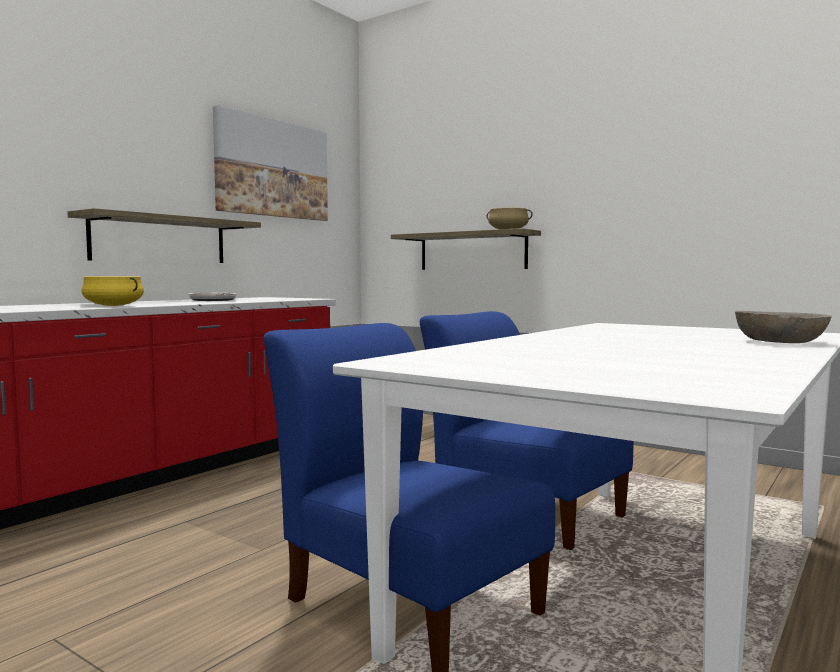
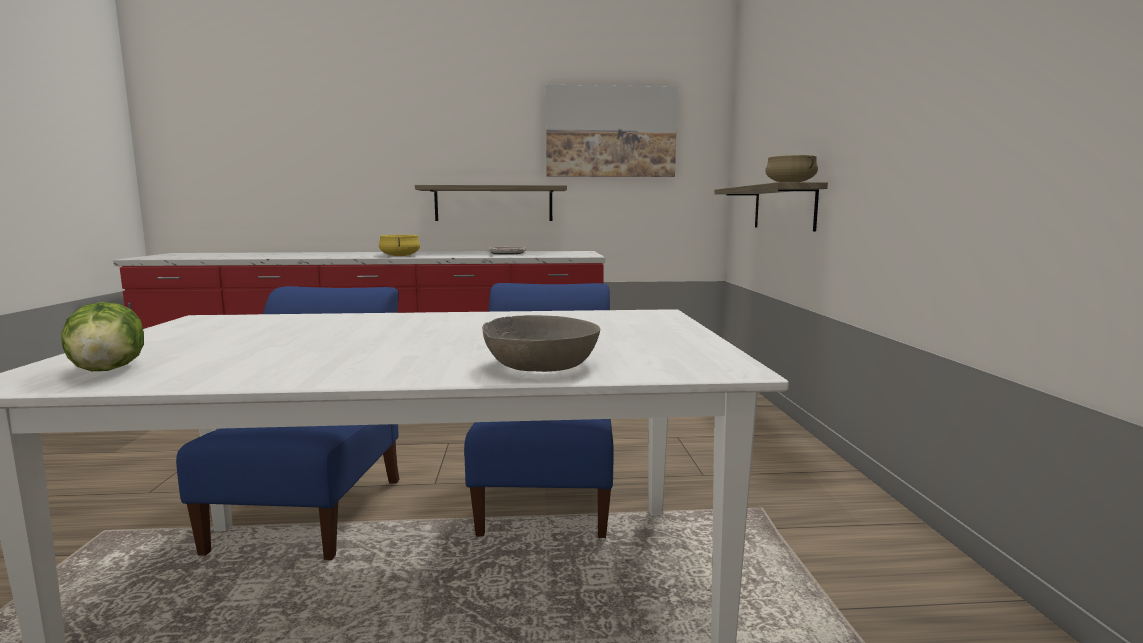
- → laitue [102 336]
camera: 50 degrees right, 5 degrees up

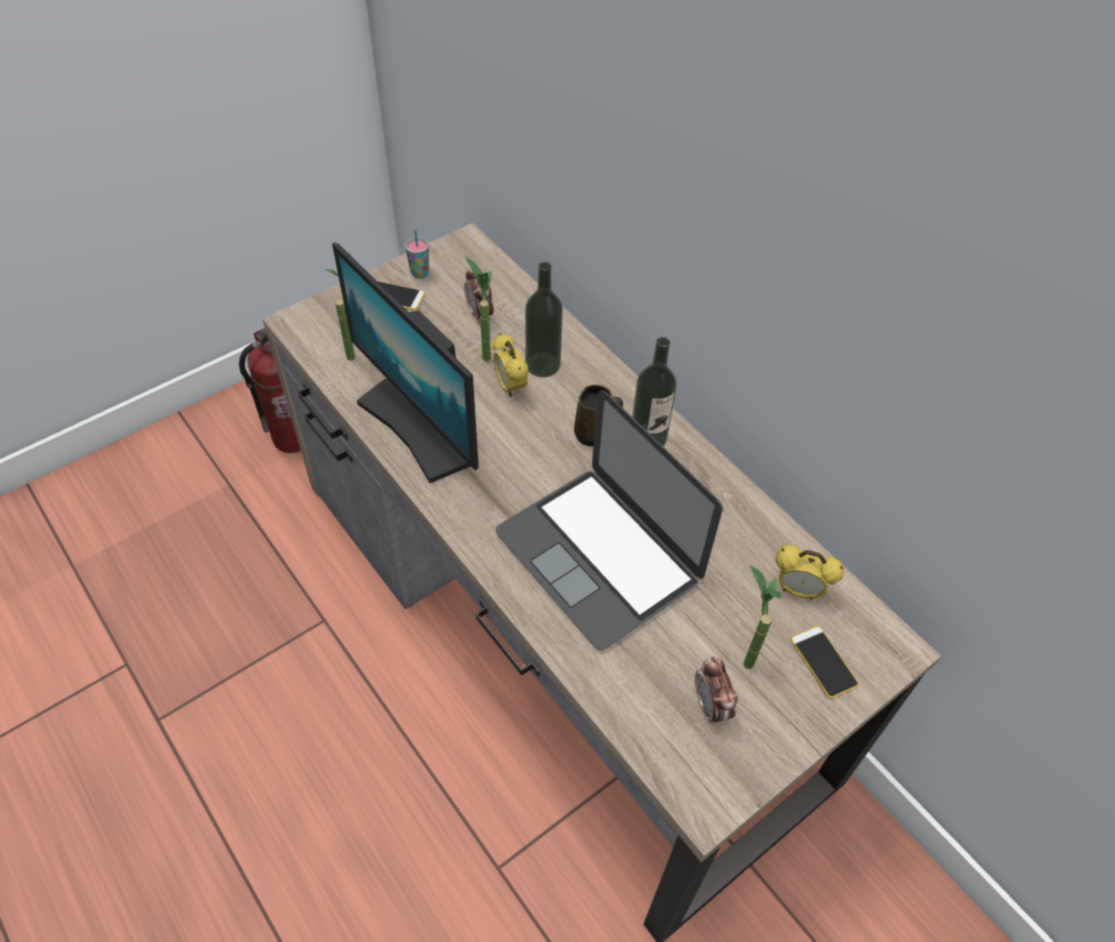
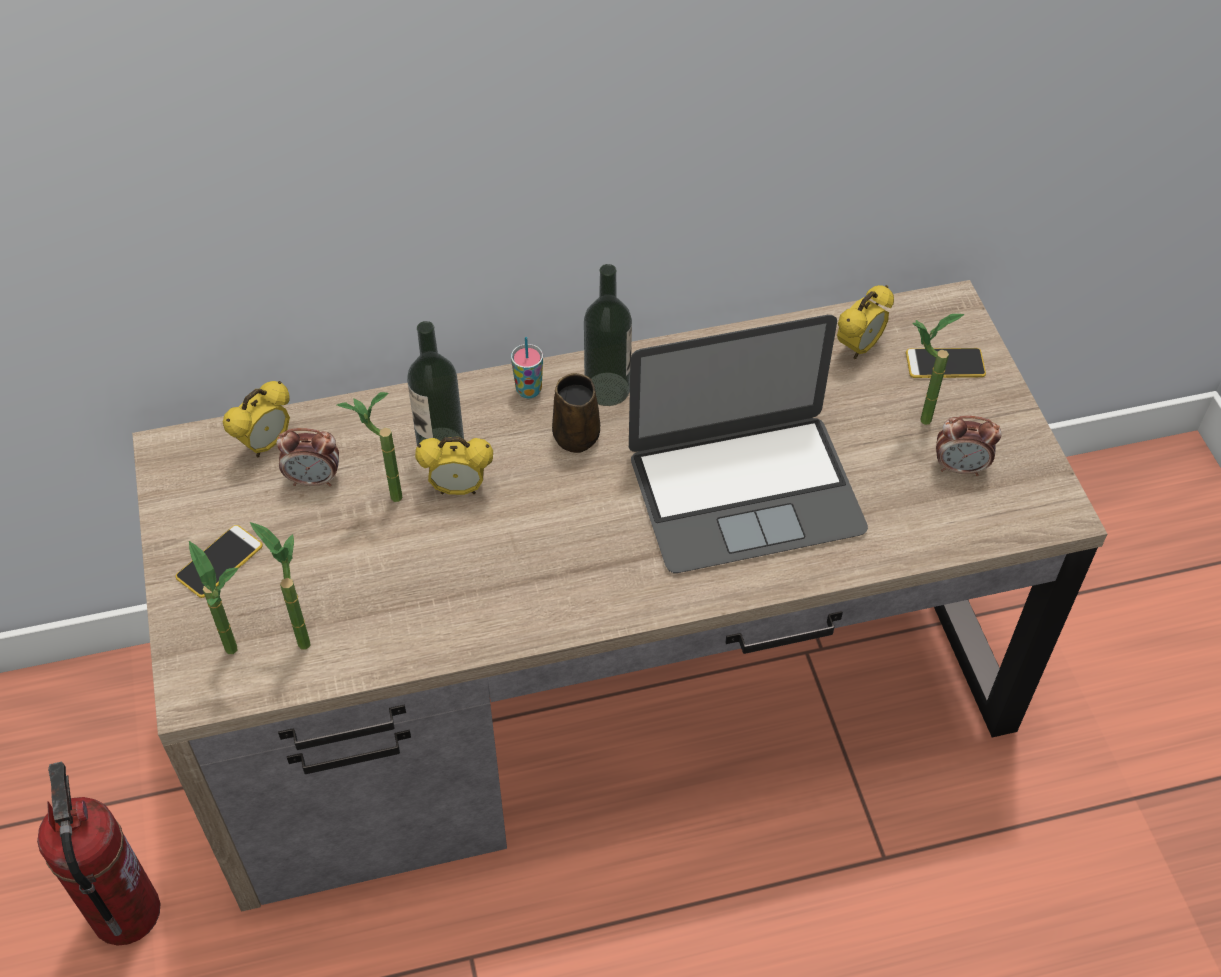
écran d'ordinateur [405 362] → -
tasse [417 254] → tasse [527 367], moved
- → plante en pot [214 597]
- → réveil [256 419]
camera: 65 degrees left, 0 degrees up

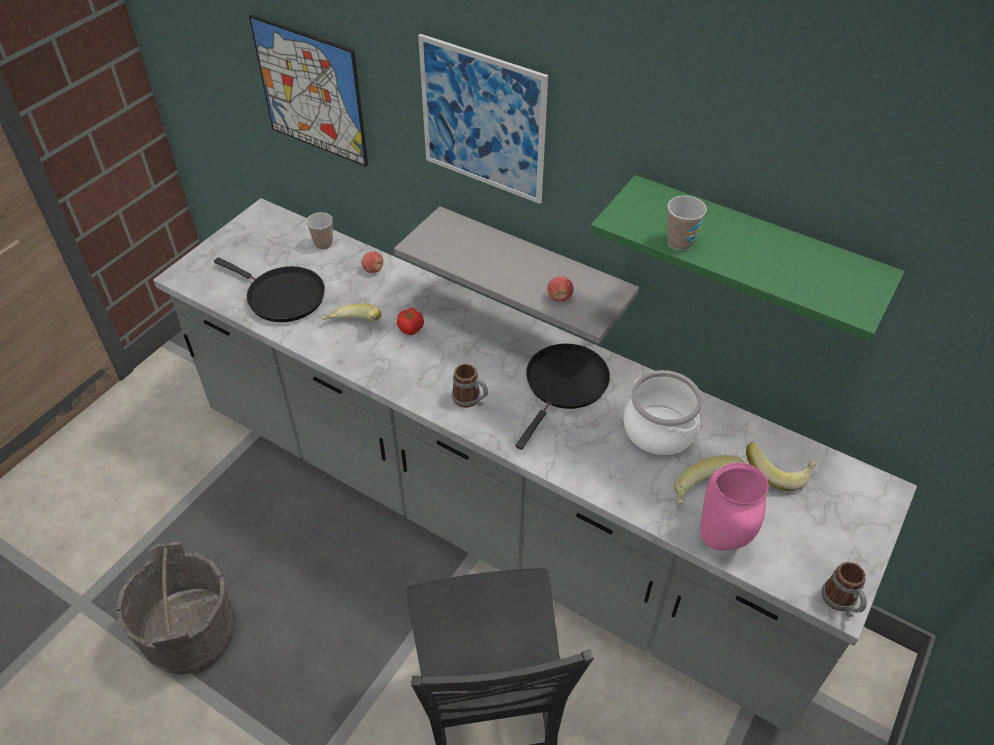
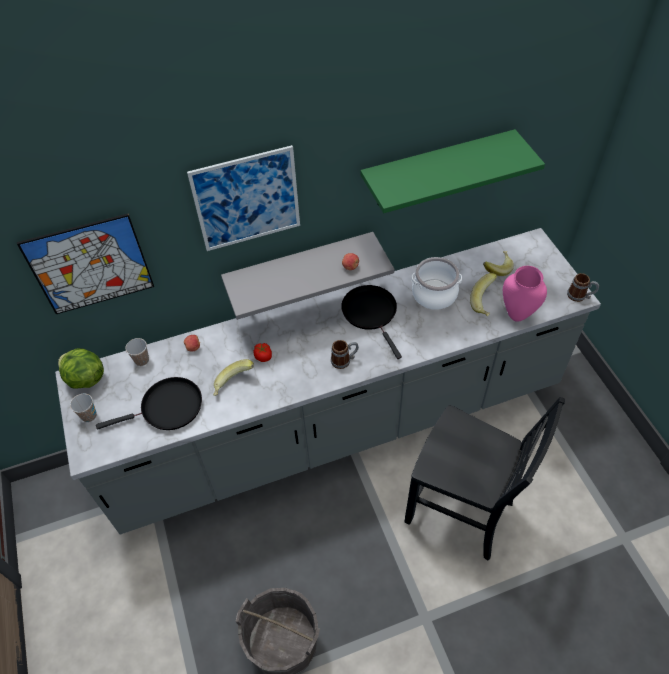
tasse [687 223] → tasse [83 407], moved
- → laitue [81 368]
camera: 50 degrees left, 5 degrees up

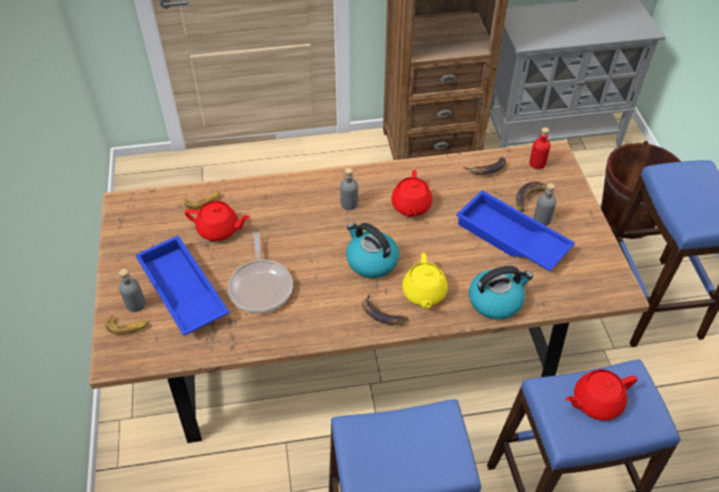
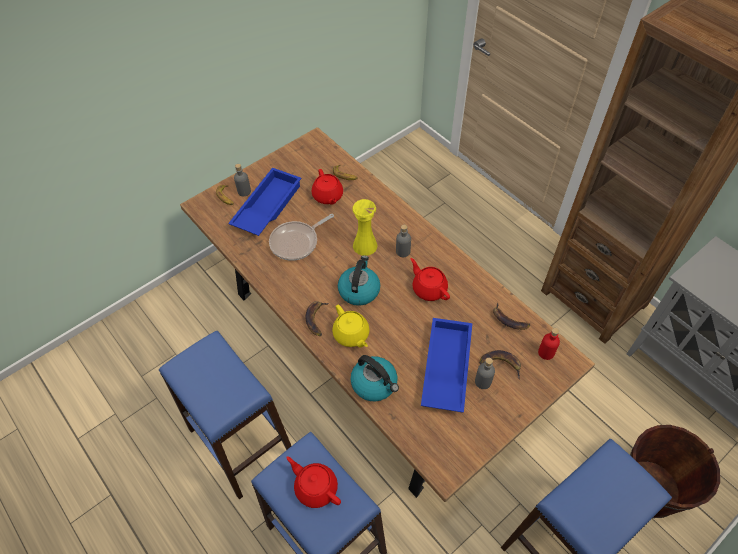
théière [rouge] [412 193] → théière [rouge] [430 279], 75 degrees clockwise
théière [jaune] [425 281] → théière [jaune] [351 326], 90 degrees counterclockwise
- → vase [jaune] [365 227]
camera: 60 degrees right, 5 degrees up

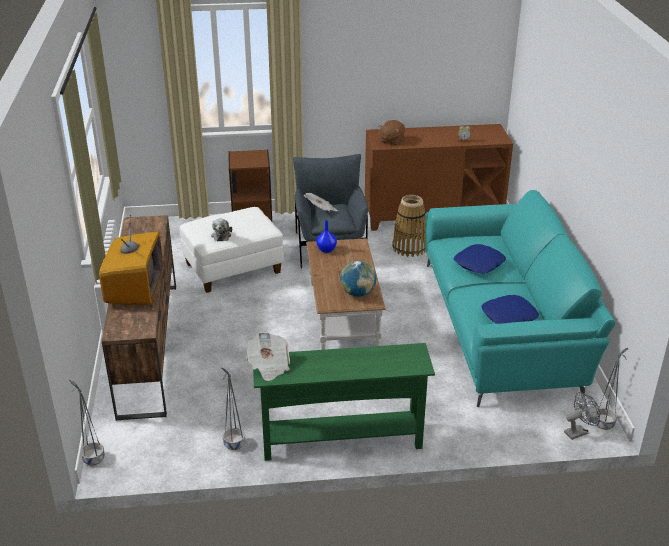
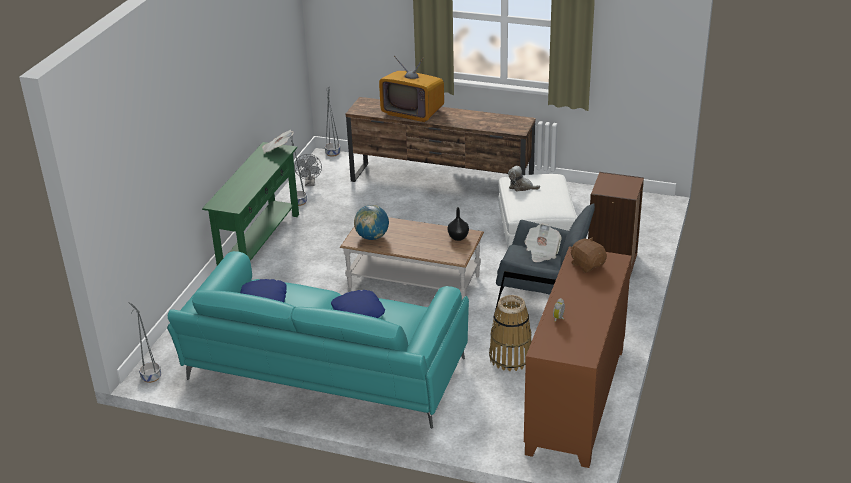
vase [bleu] [326 236] → vase [noir] [458 224]
ventilateur [gris] [582 416] → ventilateur [gris] [308 170], moved
camera: 115 degrees right, 0 degrees up

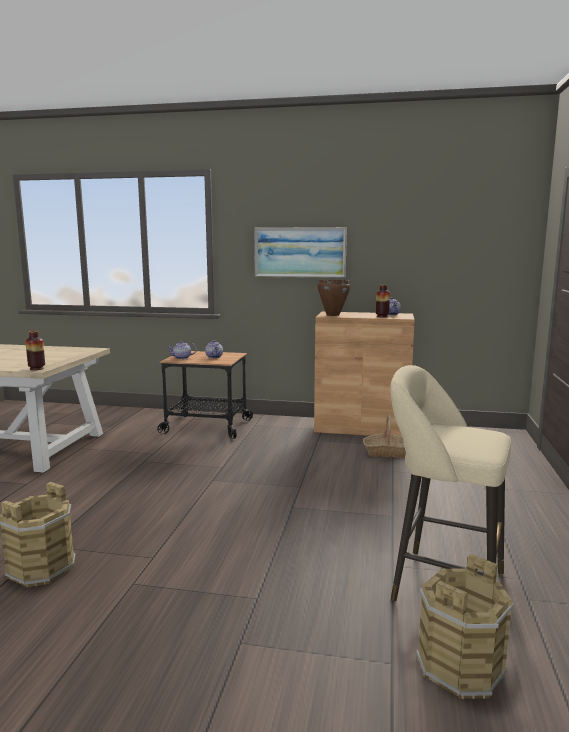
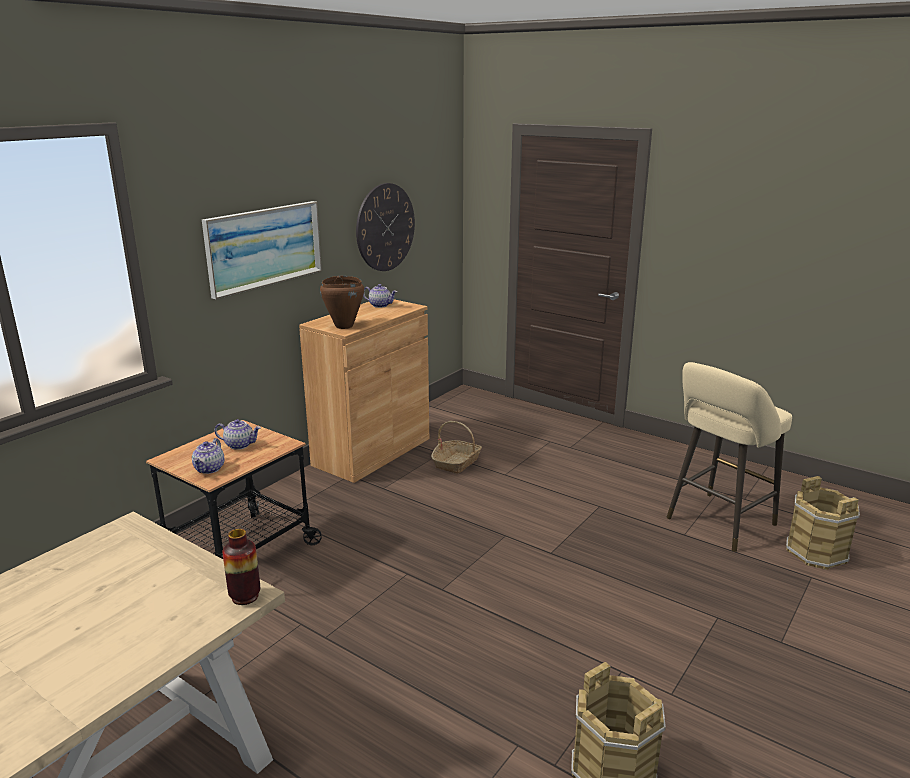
vase [383 301] → -
- → horloge murale [385 227]
camera: 65 degrees left, 10 degrees up

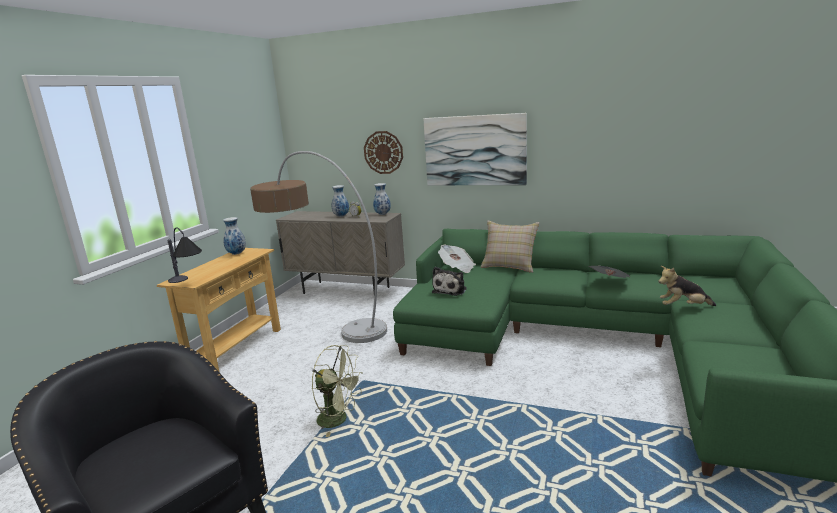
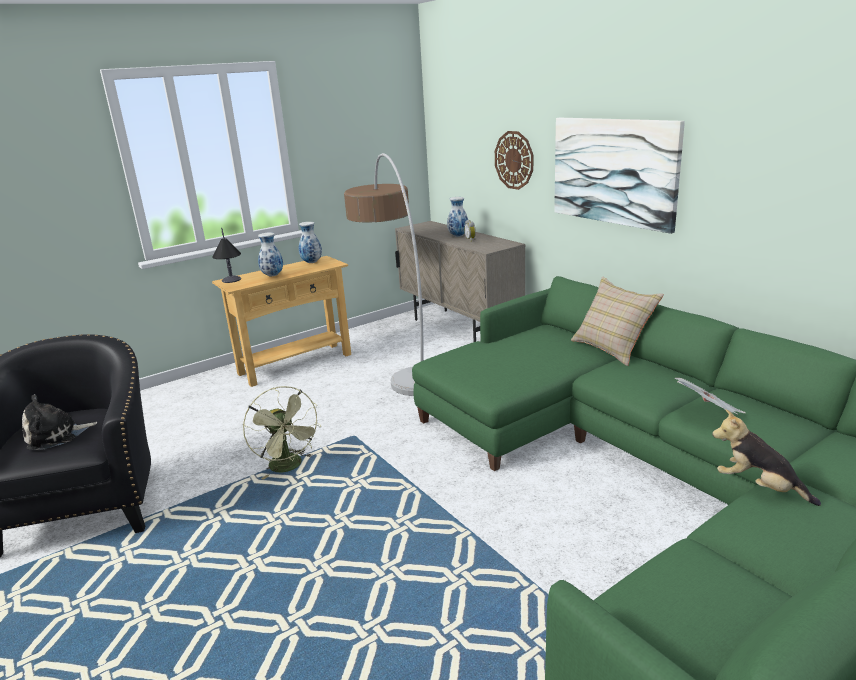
vase [382 199] → vase [270 254], moved
peluche [449 281] → peluche [60 422], moved
journal [457 259] → -
camera: 35 degrees right, 5 degrees up

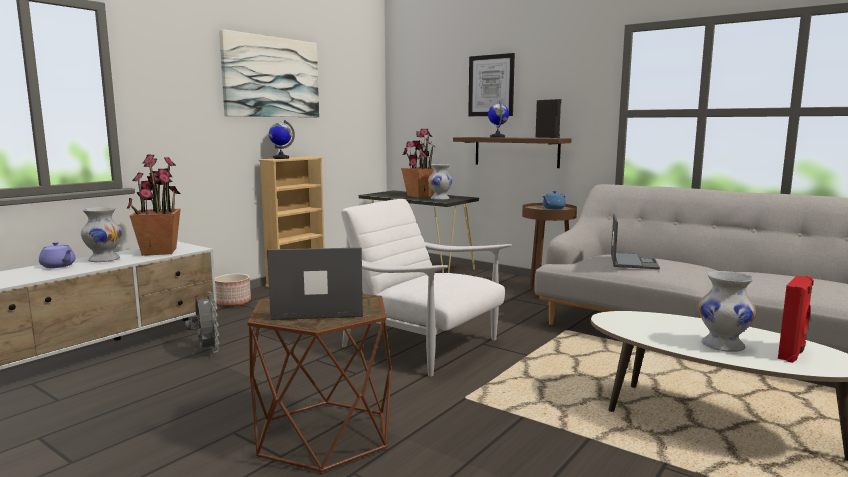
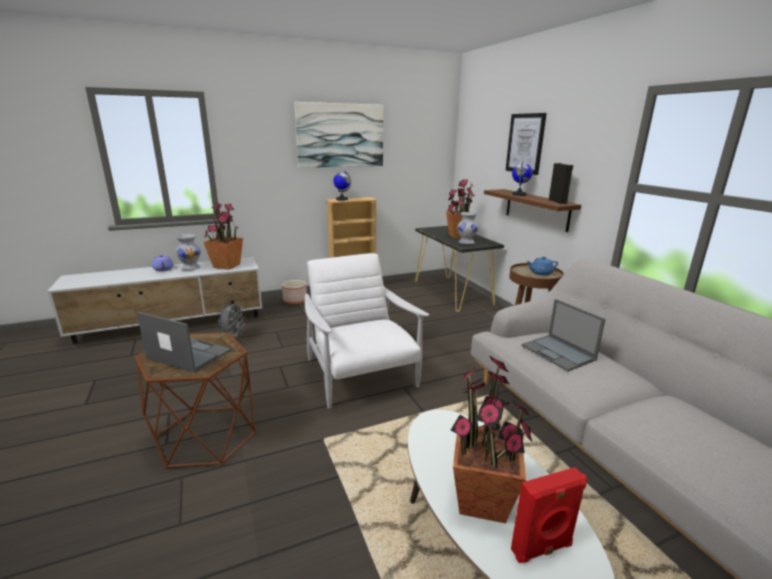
ordinateur portable [635 241] → ordinateur portable [563 335], 105 degrees clockwise
vase [blanc] [727 311] → plante en pot [492 439]
camera: 30 degrees right, 10 degrees up

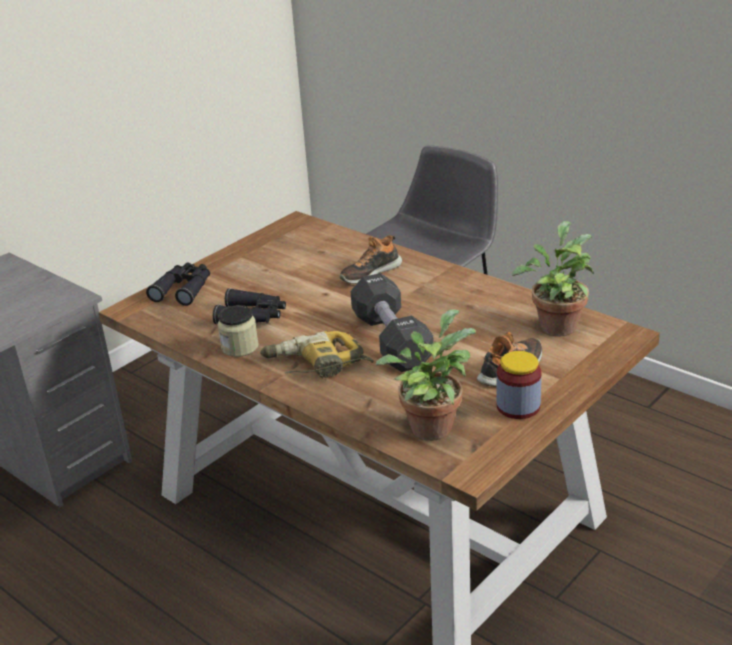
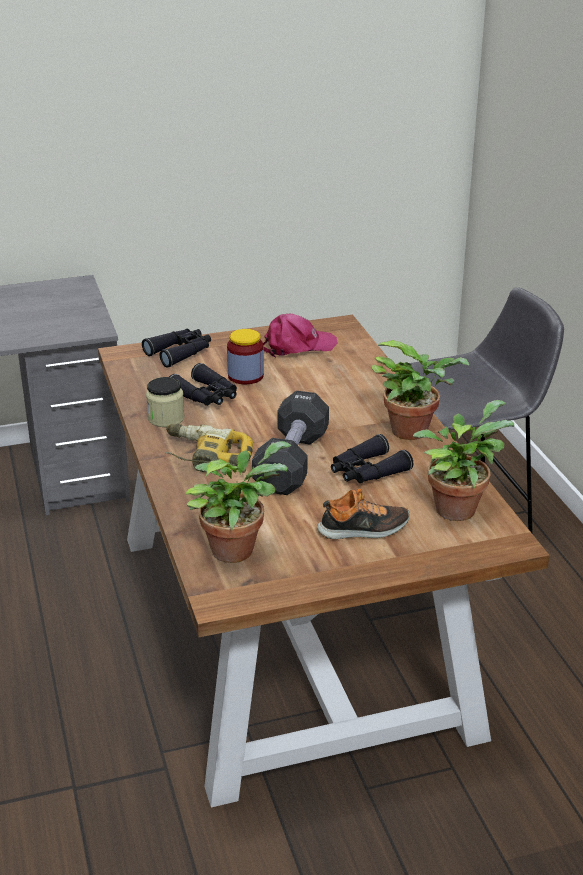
chaussure [371 259] → -
bocal [519 385] → bocal [245 356], moved
- → casquette [rose] [300 335]
- → jumelles [noir] [372 458]
- → plante en pot [420 390]
camera: 30 degrees right, 0 degrees up

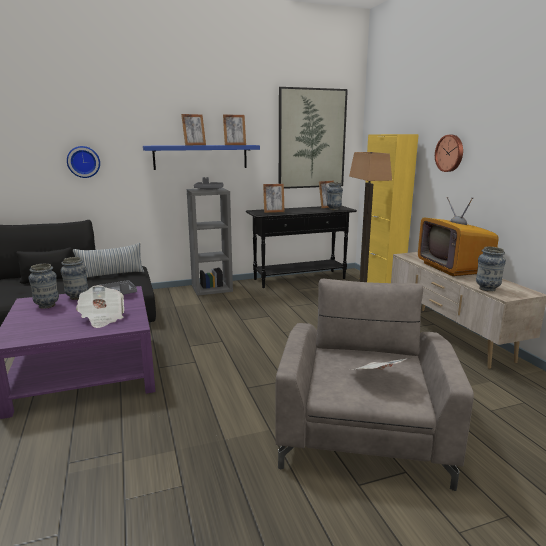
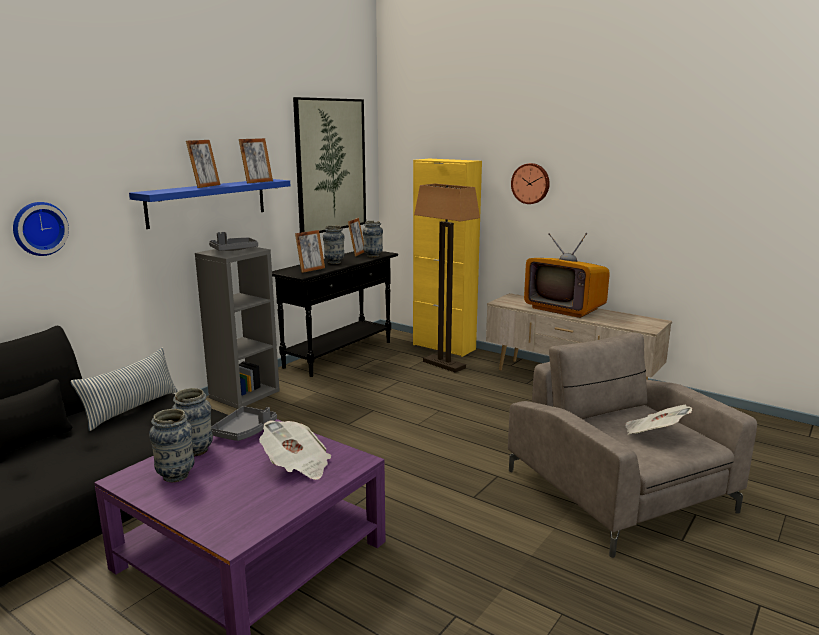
vase [491 269] → vase [334 245], moved
camera: 35 degrees left, 0 degrees up

